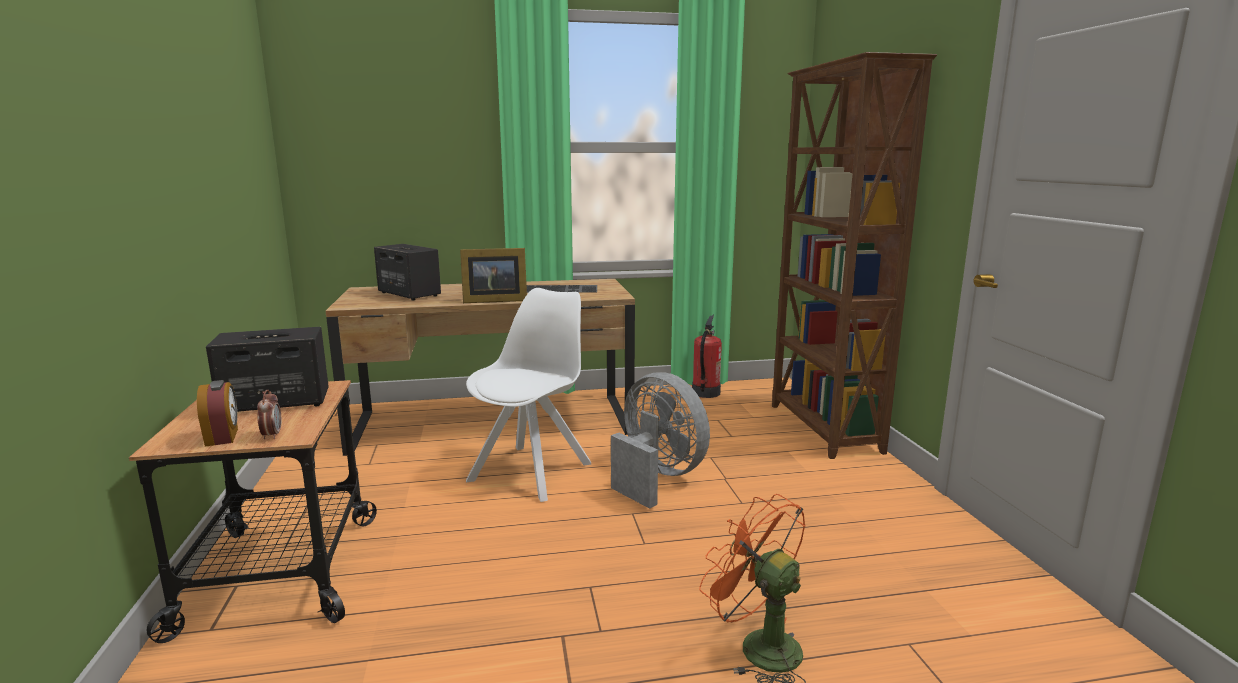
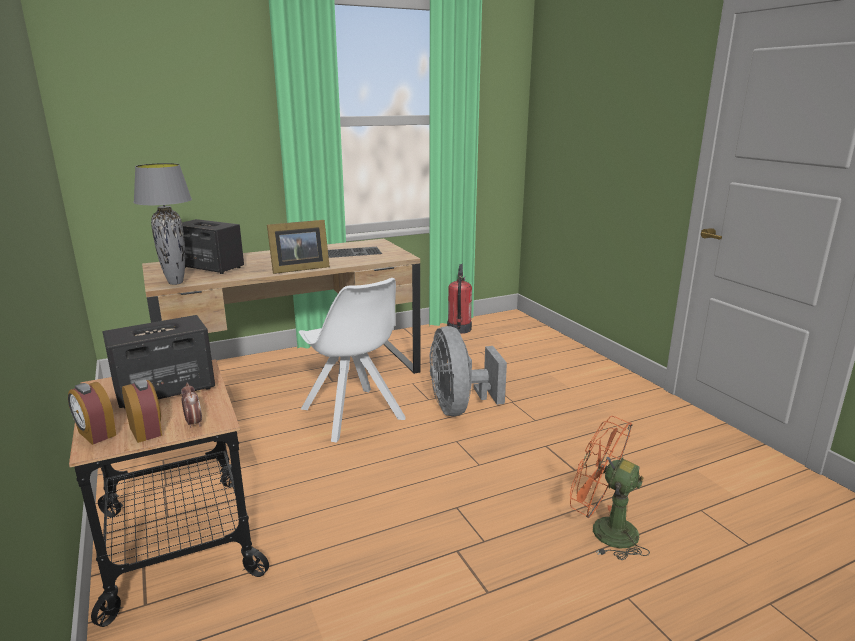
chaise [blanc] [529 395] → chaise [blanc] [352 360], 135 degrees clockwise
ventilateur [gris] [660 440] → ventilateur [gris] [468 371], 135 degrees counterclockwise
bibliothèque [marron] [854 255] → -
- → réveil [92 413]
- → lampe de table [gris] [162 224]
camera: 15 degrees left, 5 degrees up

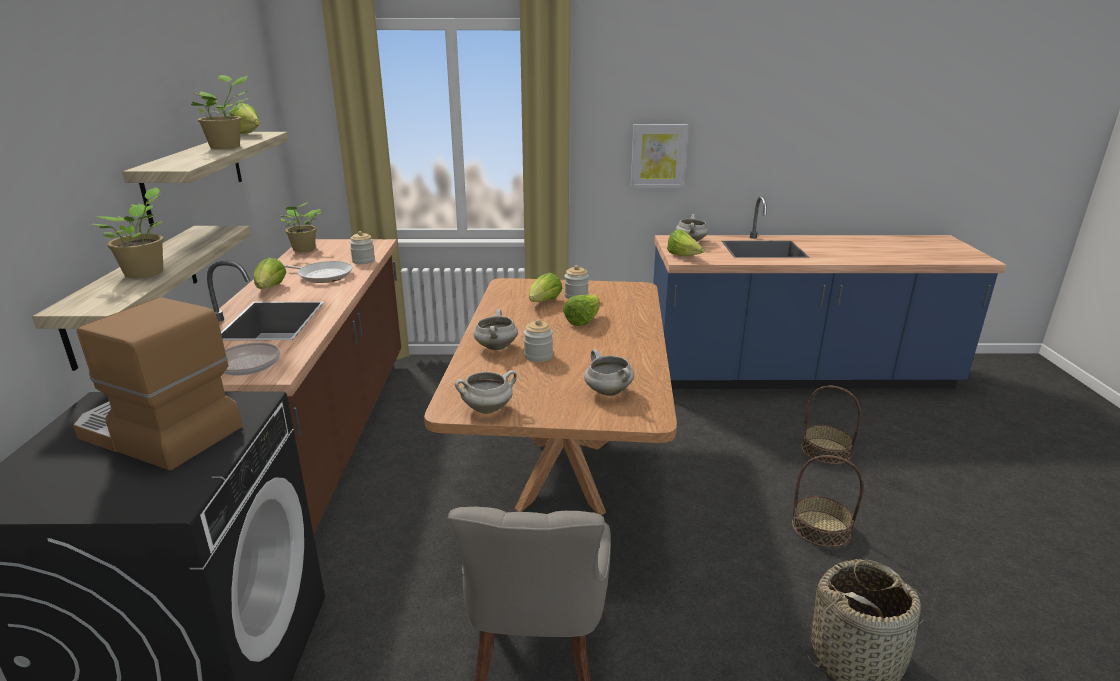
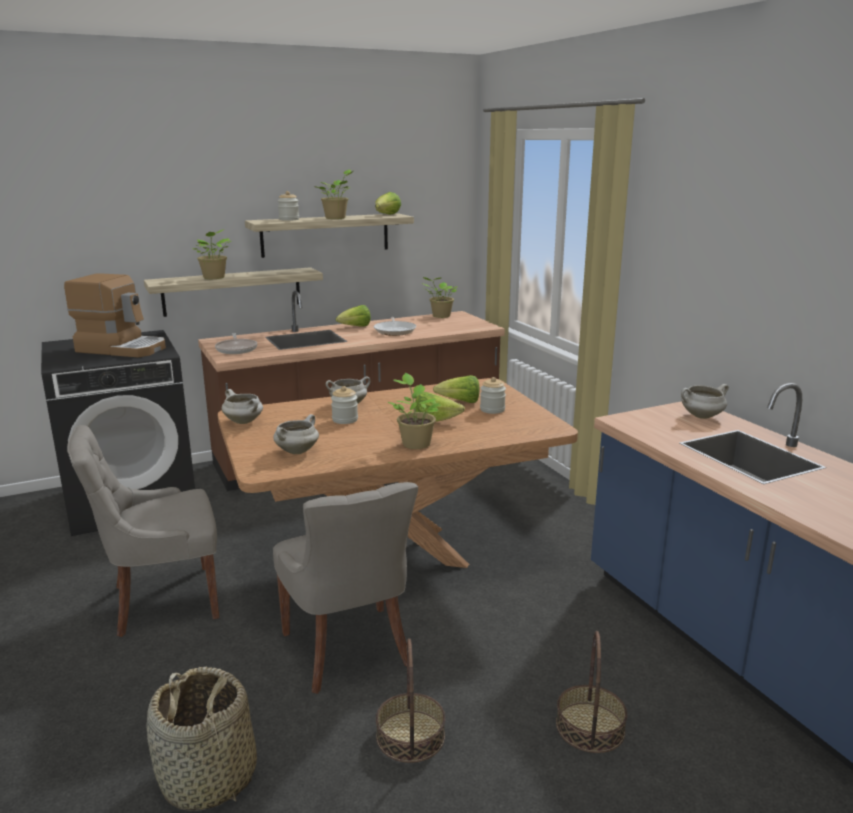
machine à café [157 384] → machine à café [115 315], 105 degrees clockwise
bocal [362 247] → bocal [288 206], moved
tableau [659 156] → -
laitue [685 243] → -
- → chaise [gris] [345 588]
- → plante en pot [414 411]
camera: 65 degrees right, 5 degrees down

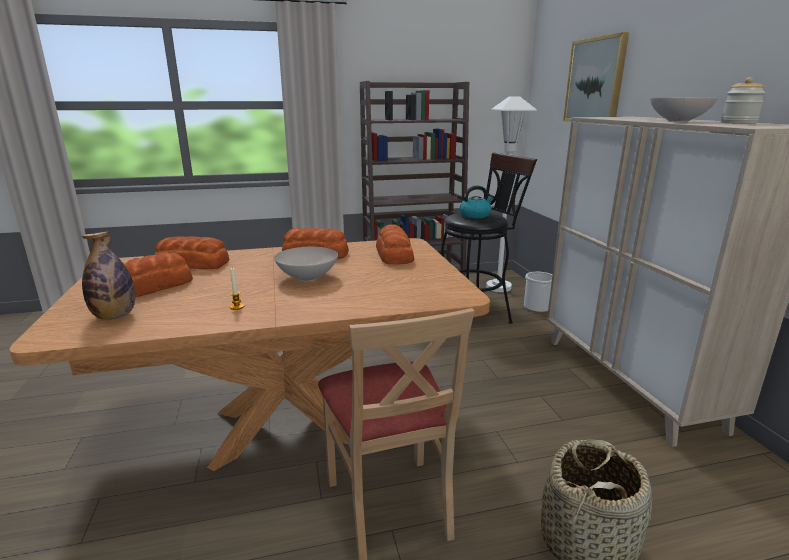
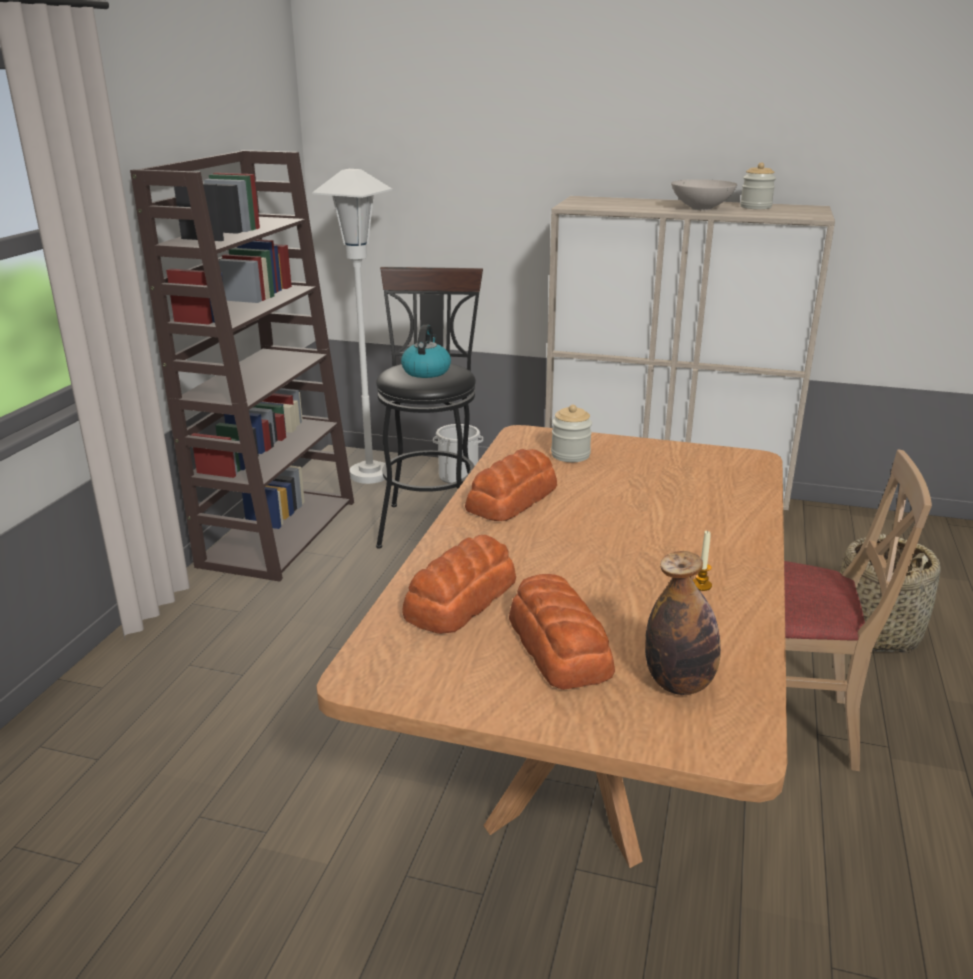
bol [blanc] [306 264] → -
pain [395 244] → bocal [571 433]
tableau [596 77] → -
camera: 60 degrees left, 5 degrees up

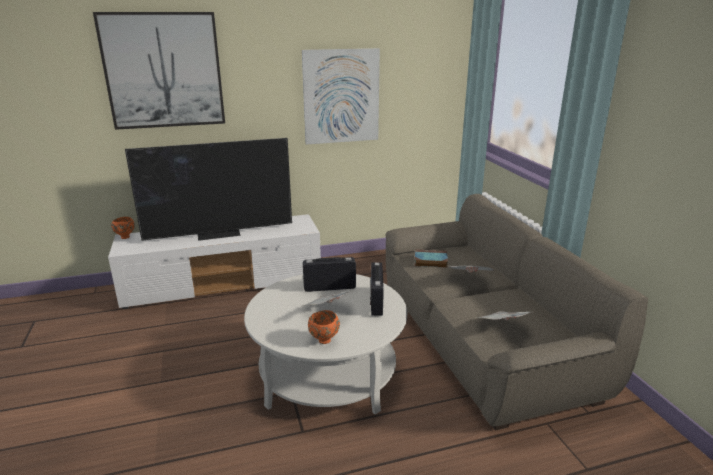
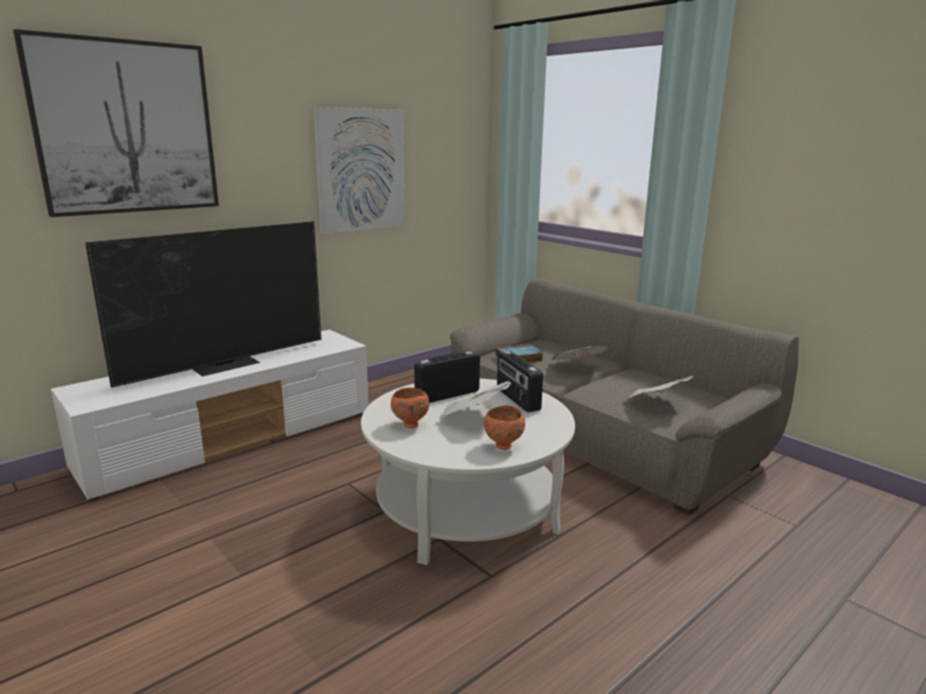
bol [orange] [123 228] → bol [orange] [410 408], moved
camera: 25 degrees left, 5 degrees down

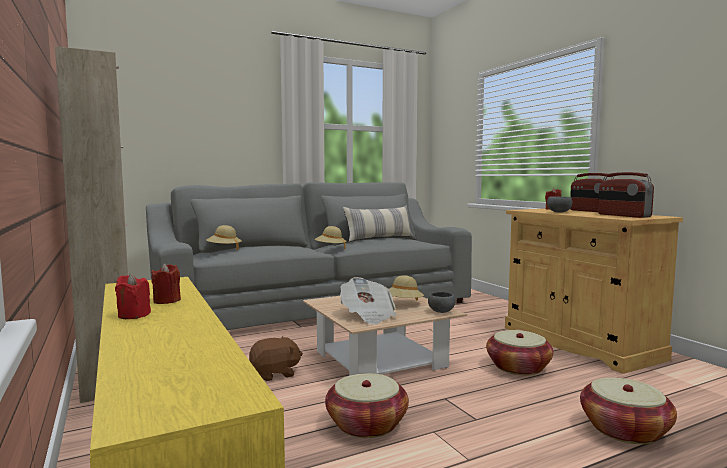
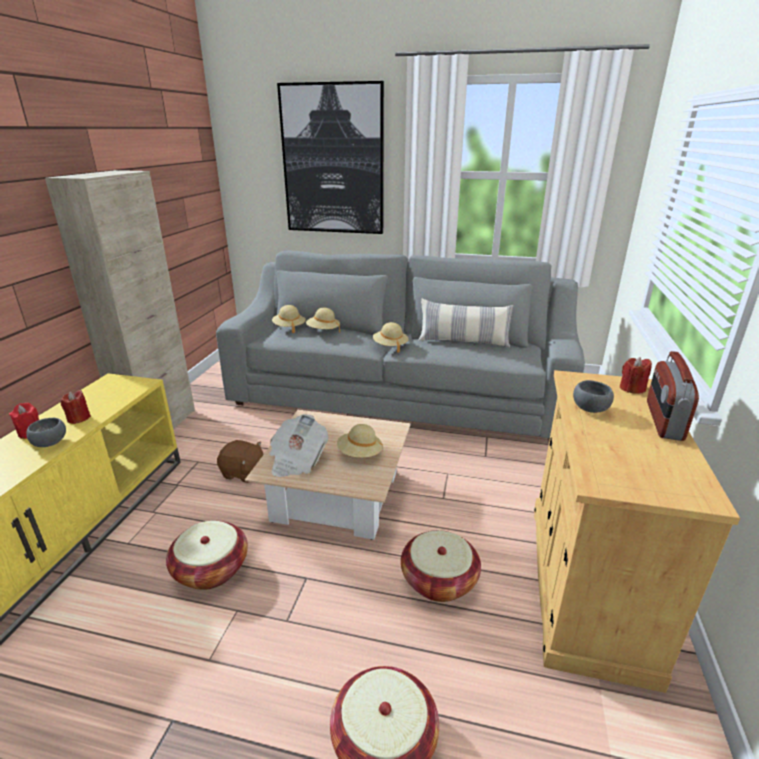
bol [gris] [441 302] → bol [gris] [46 432], moved
radio [626 195] → -
- → tableau [330 157]
- → chapeau [beige] [323 320]
camera: 40 degrees right, 20 degrees up

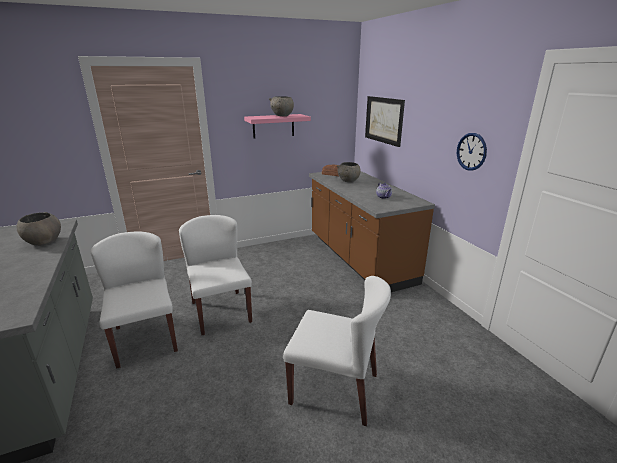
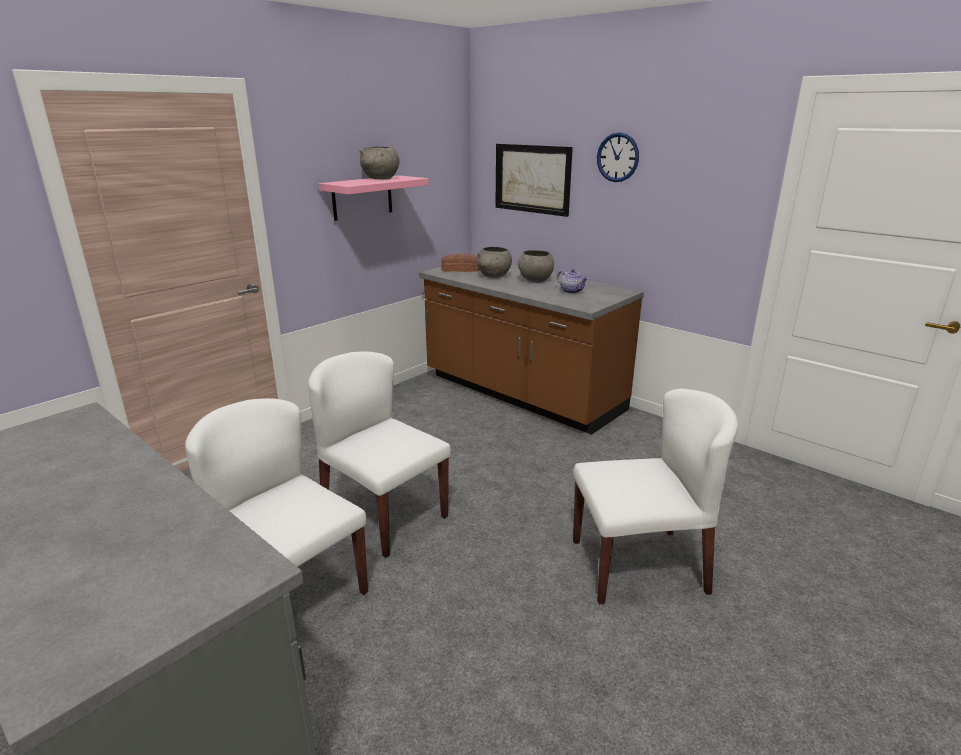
bol [gris] [39 229] → bol [gris] [536 266], moved
horloge murale [472 152] → horloge murale [618 157], moved
camera: 25 degrees left, 0 degrees up

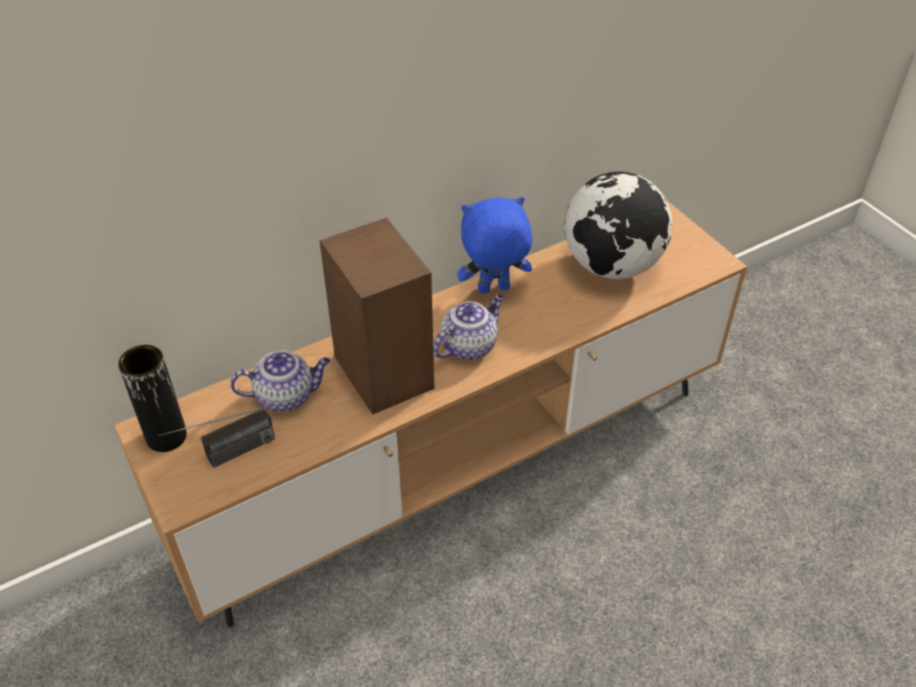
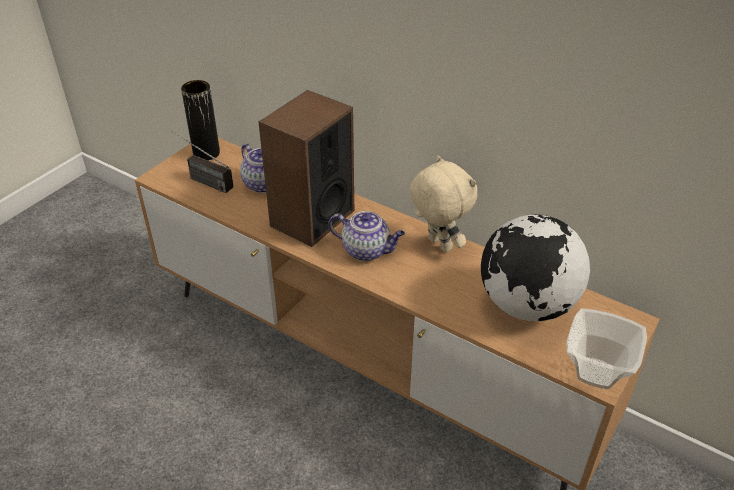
peluche [bleu] [494 245] → peluche [beige] [443 203]
- → bol [607 348]
camera: 65 degrees right, 5 degrees down

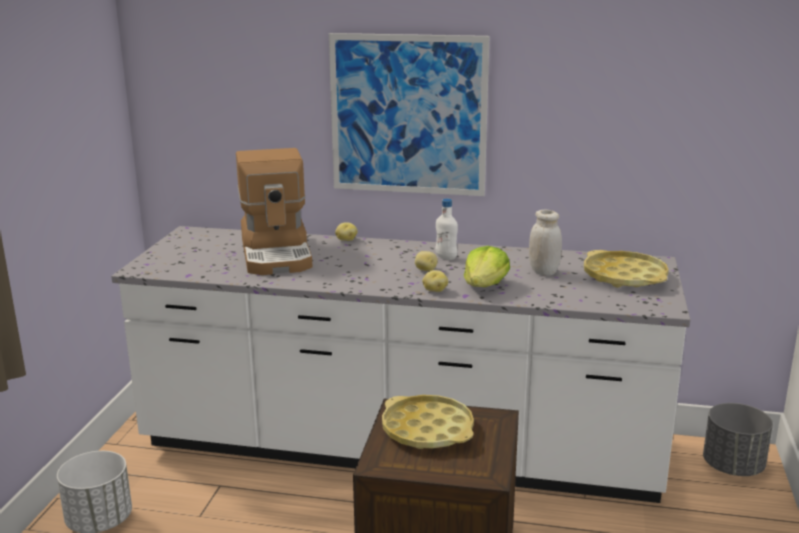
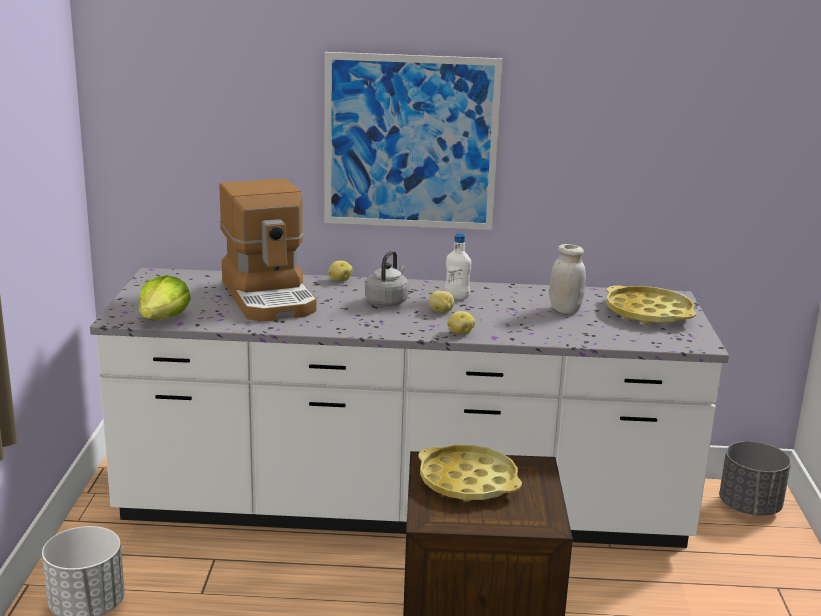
laitue [487 266] → laitue [165 297], moved
- → bouilloire [gris] [386 278]
camera: 10 degrees left, 0 degrees up

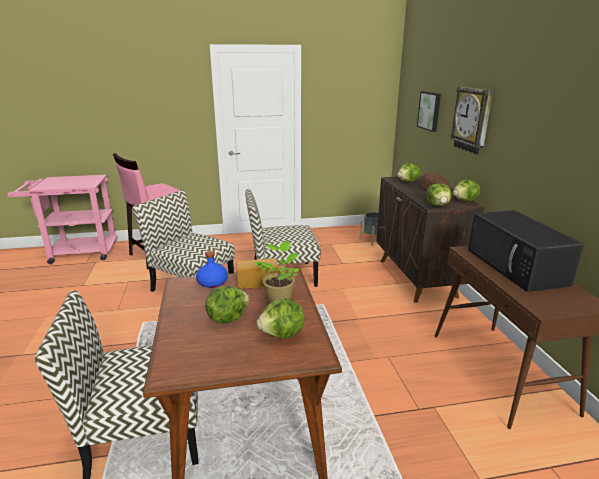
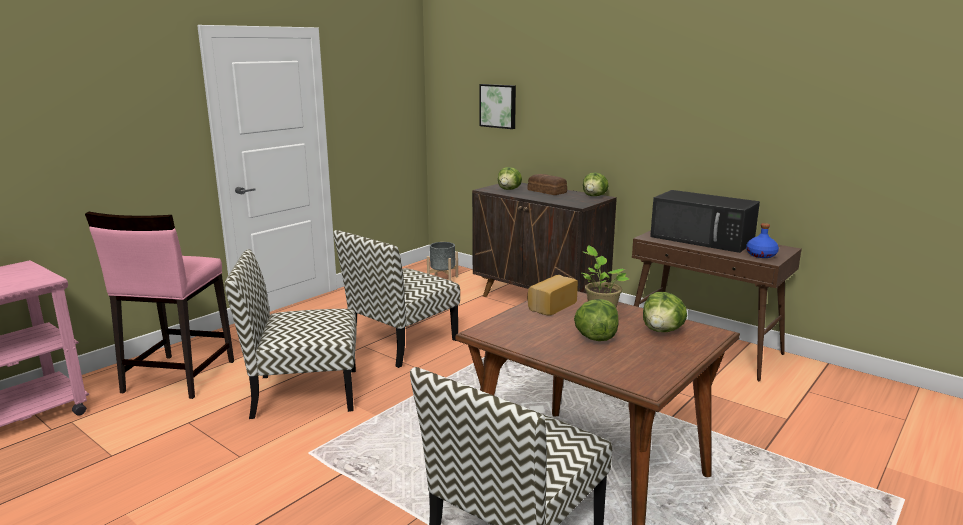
bouteille [bleu] [212 269] → bouteille [bleu] [762 240], moved
laitue [439 194] → -
horloge murale [471 120] → -
camera: 40 degrees left, 5 degrees down

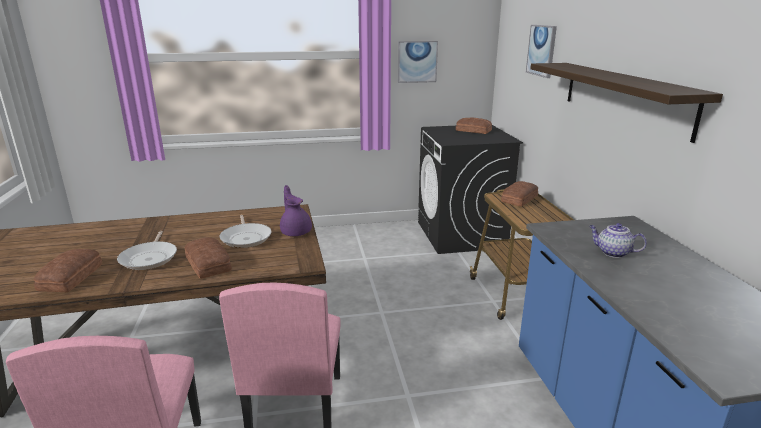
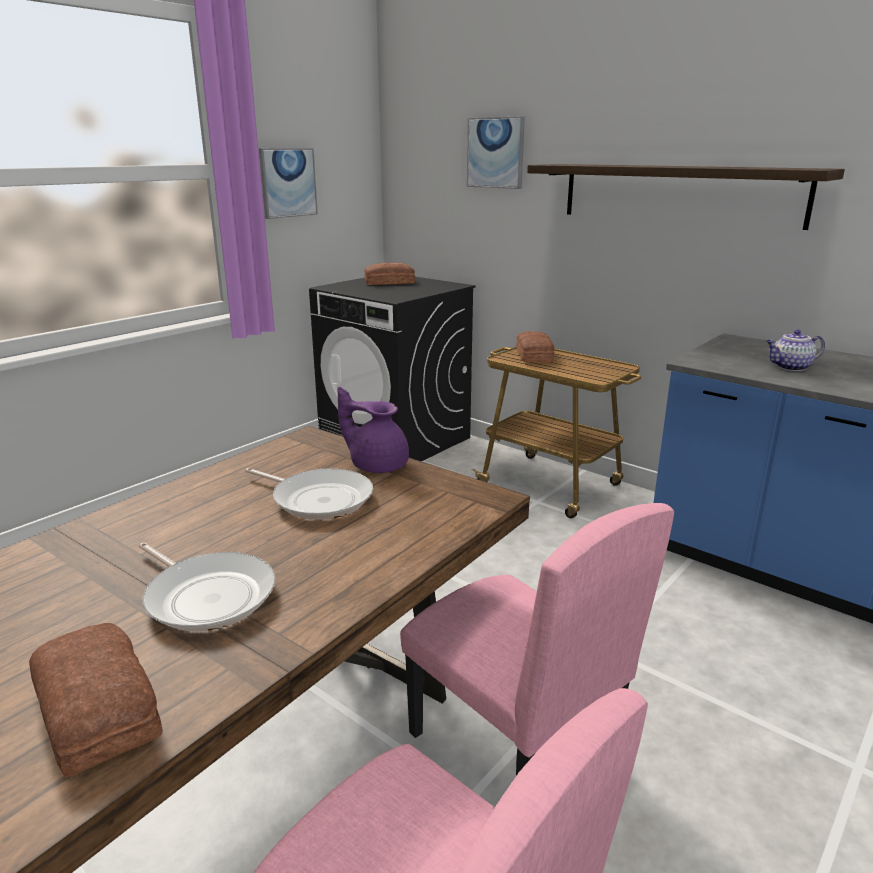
pain [208 258] → -
camera: 40 degrees left, 0 degrees up

